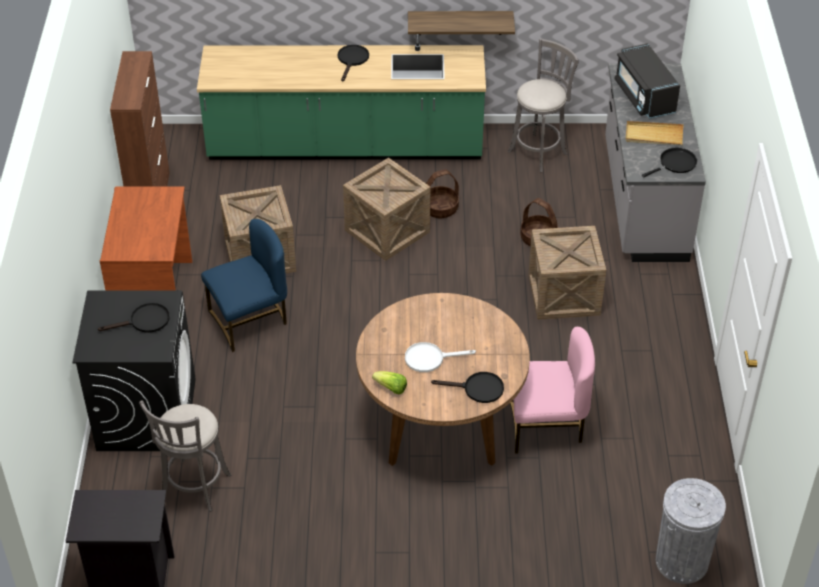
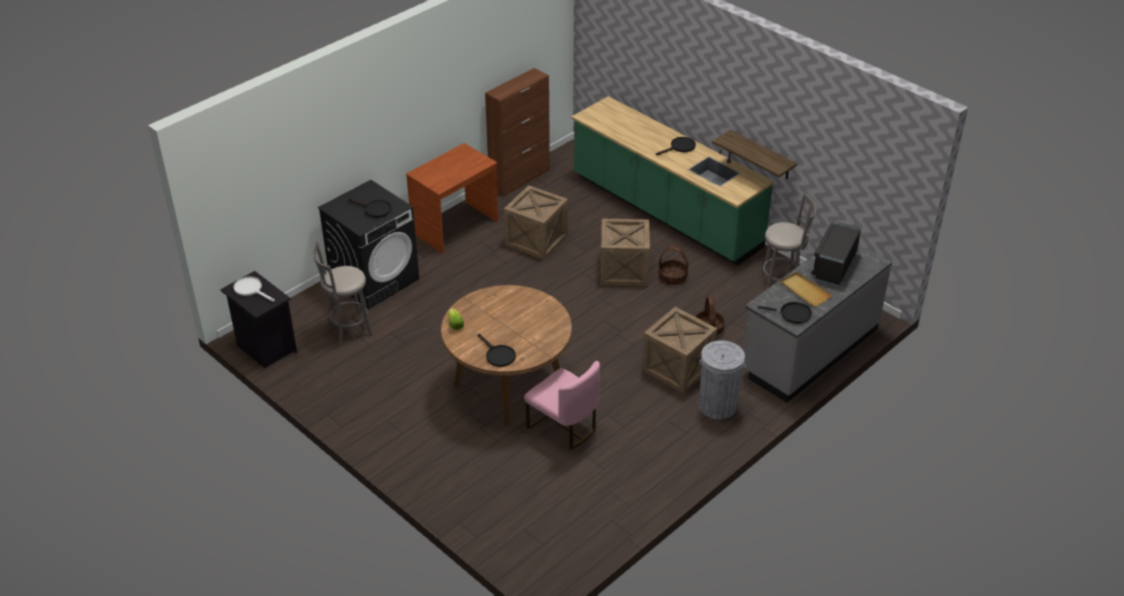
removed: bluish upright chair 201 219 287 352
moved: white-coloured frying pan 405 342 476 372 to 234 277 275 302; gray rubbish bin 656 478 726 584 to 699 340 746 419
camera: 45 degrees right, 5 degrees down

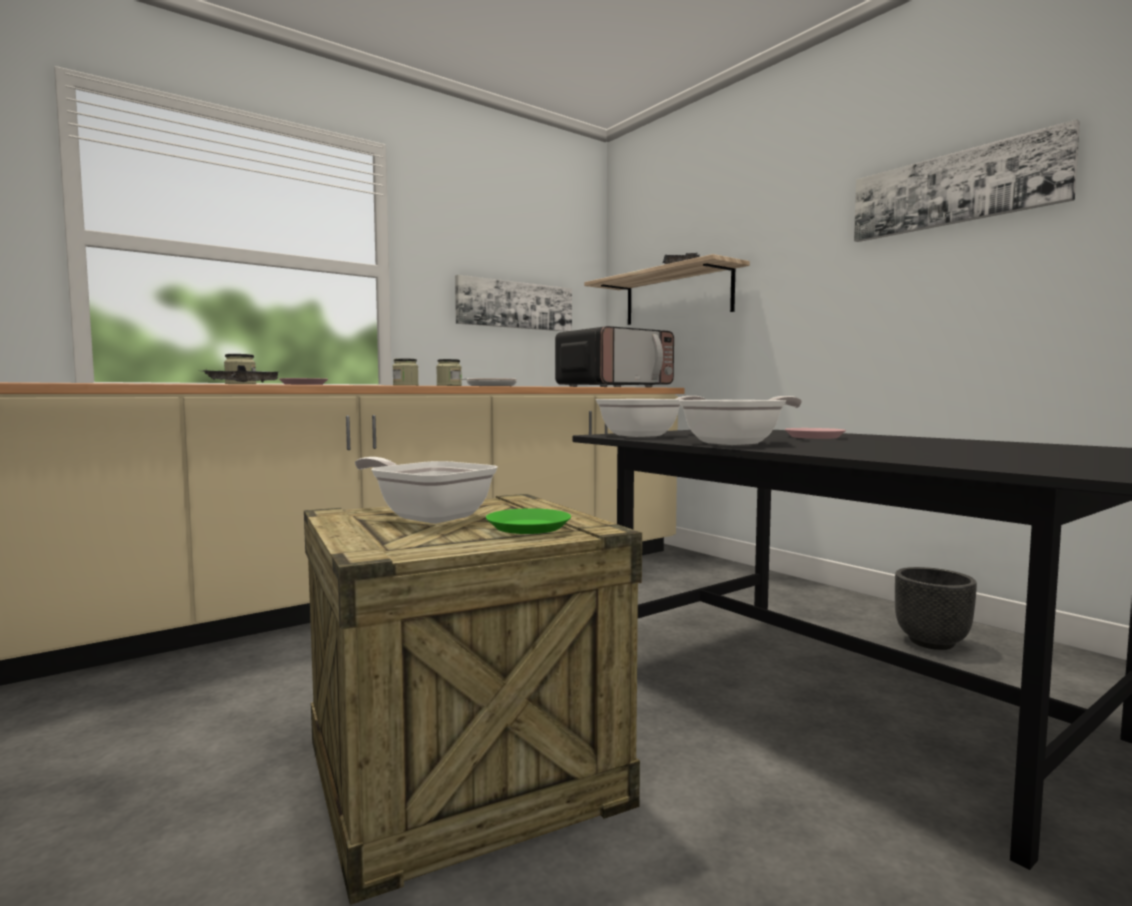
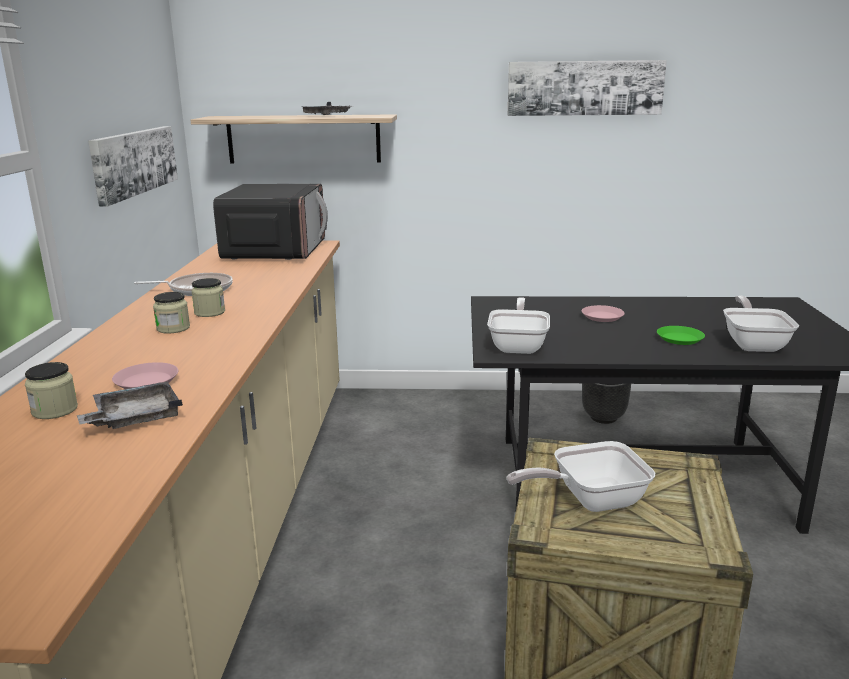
moved: frying pan 679 396 802 445 to 723 296 799 352; green plate 486 508 571 534 to 657 326 705 345
camera: 50 degrees left, 15 degrees up

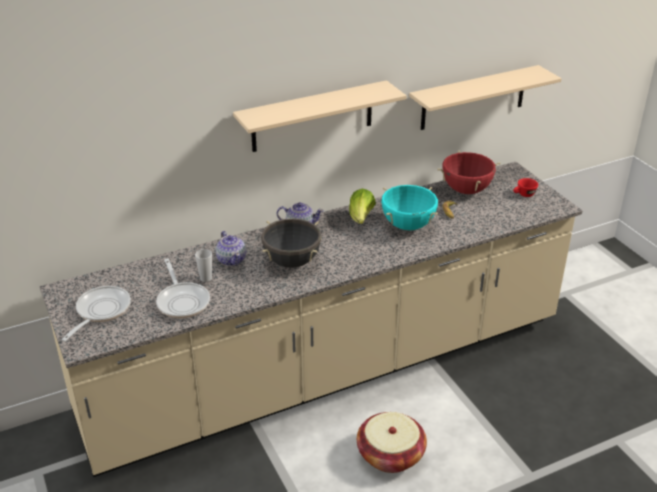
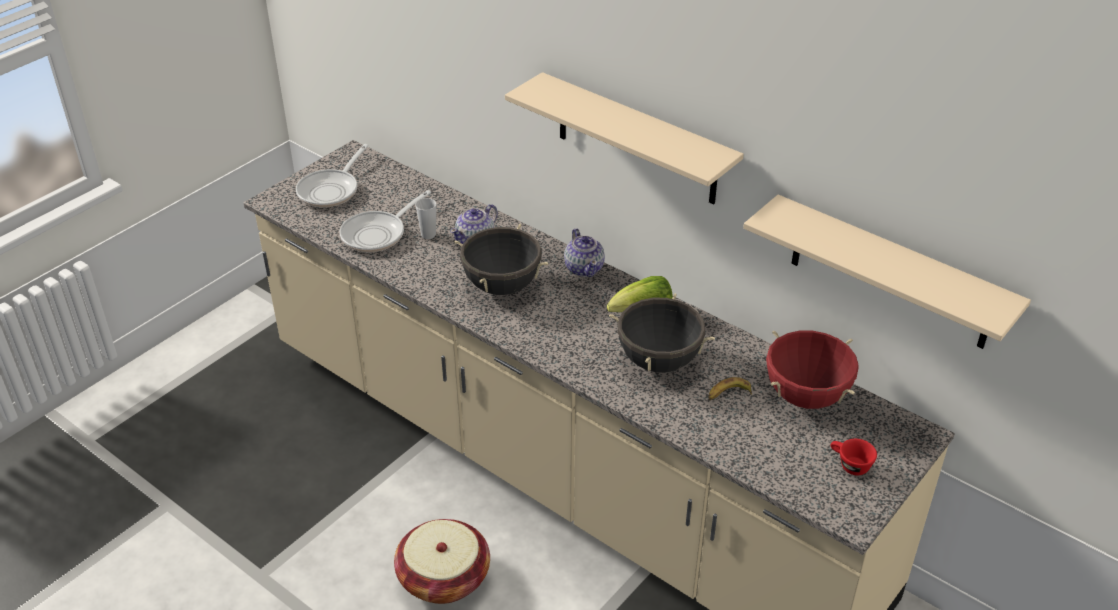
recoloured: turquoise saucepot 381 185 438 230 to black-coloured saucepot 609 293 715 373
turned: frying pan 61 286 131 341 = 296 144 369 208 120 degrees clockwise
camera: 65 degrees right, 5 degrees up

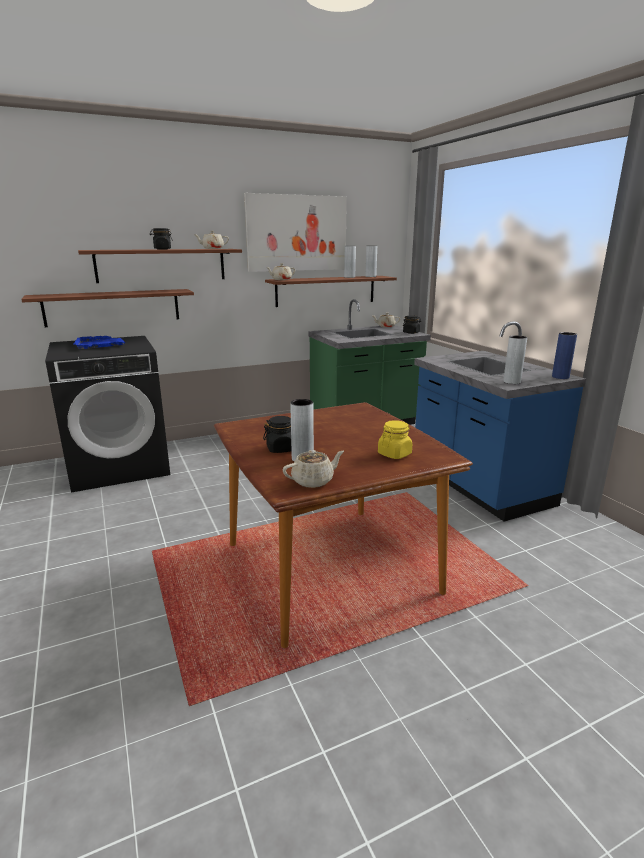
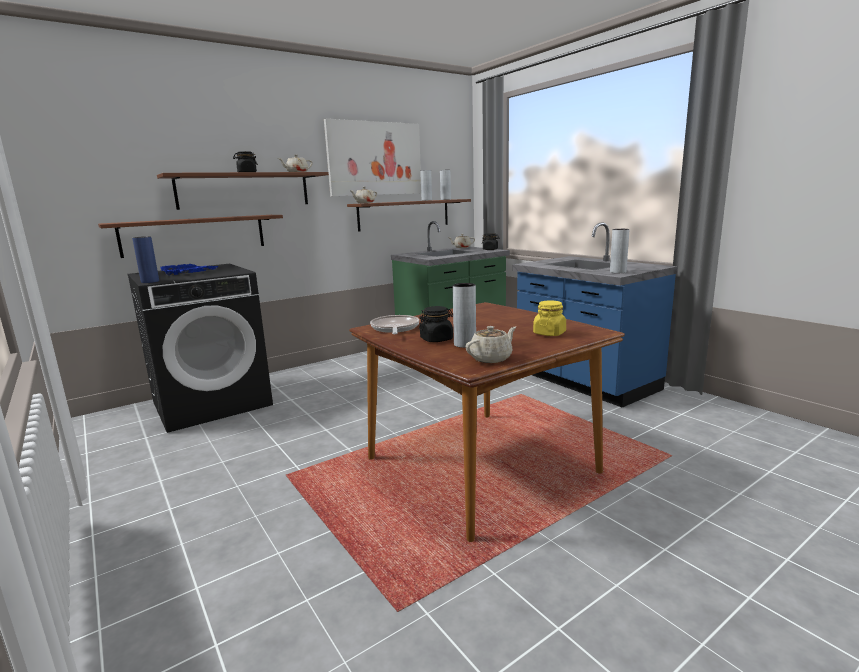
added: frying pan 370 315 419 334
moved: bluish flower vase 552 332 577 379 to 132 236 159 283
camera: 10 degrees left, 5 degrees down

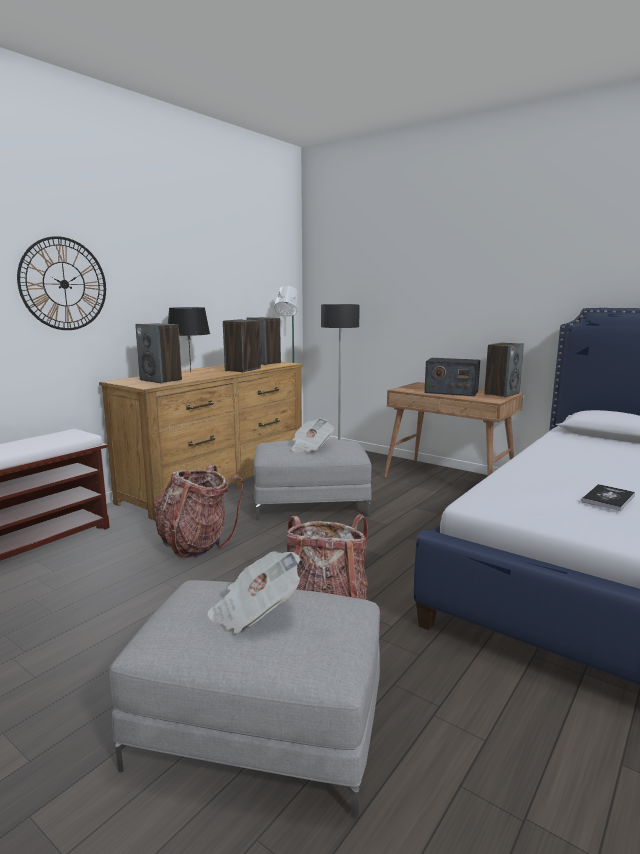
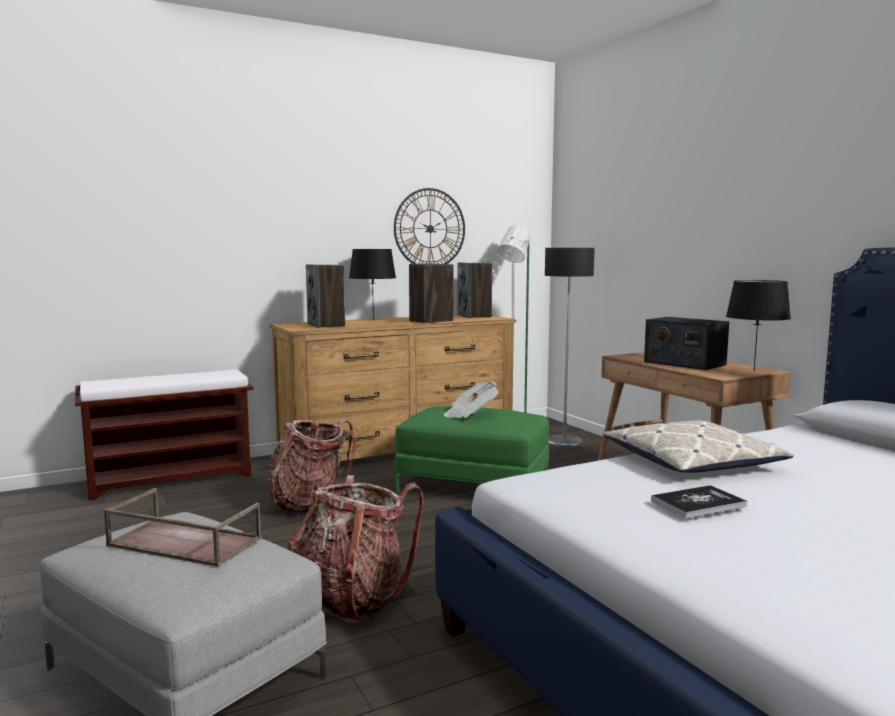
added: pillow 603 419 794 473
moved: hanging clock 17 236 106 330 to 394 188 465 264
replaced: speaker 484 343 524 398 to black-coloured table lamp 726 280 791 371; newspaper 207 551 301 634 to brown-coloured carrying tray 103 488 262 567
recoloured: gray footrest 254 439 372 520 to green footrest 394 406 549 493
camera: 25 degrees right, 5 degrees down

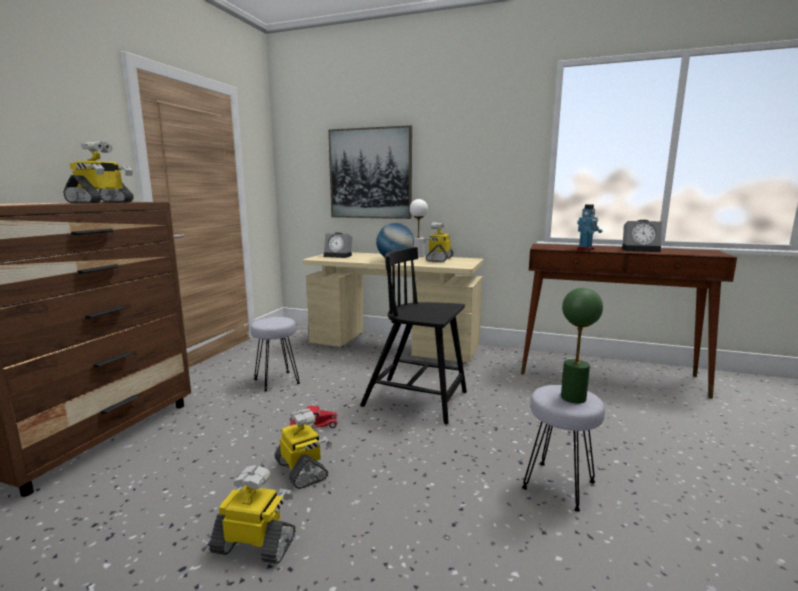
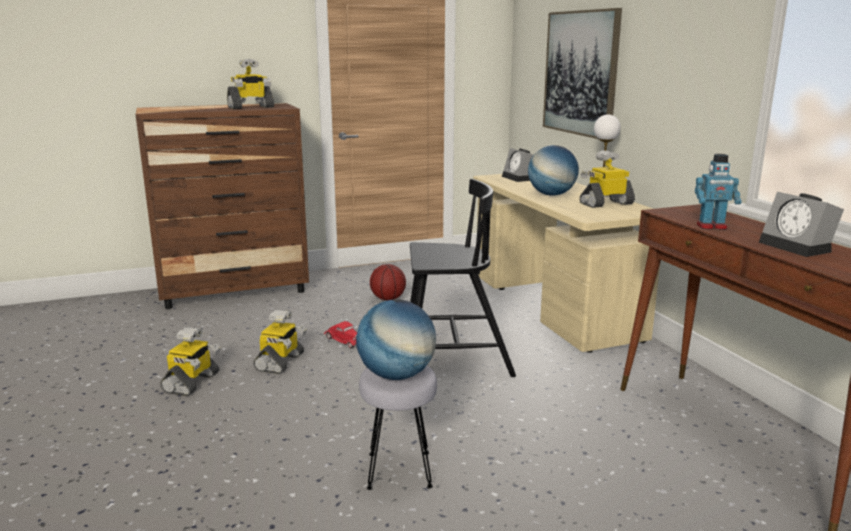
replaced: green table lamp 561 288 603 403 to world globe 356 299 436 380; gray sitting stool 250 317 300 392 to ball for basketball 370 264 406 300
turned: black-coloured upright chair 360 247 467 424 = 410 179 516 377 105 degrees clockwise; robot figure 209 465 295 564 = 160 327 220 396 45 degrees clockwise
camera: 50 degrees right, 5 degrees up

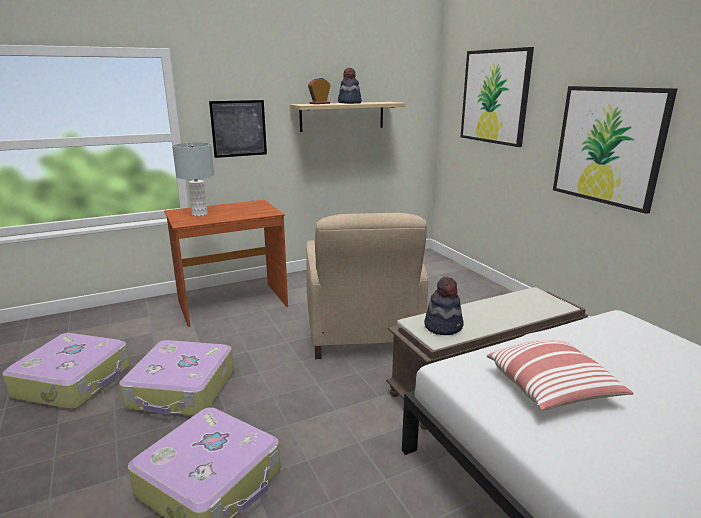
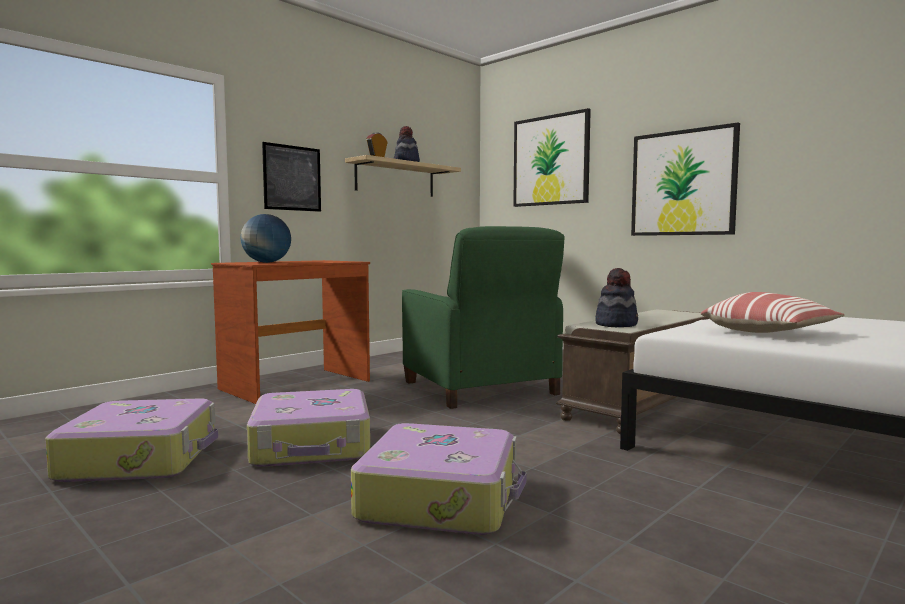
replaced: gray table lamp 172 142 214 216 to world globe 241 214 291 263
recoloured: beige easy chair 306 213 428 359 to green easy chair 402 226 565 409
camera: 20 degrees left, 15 degrees down

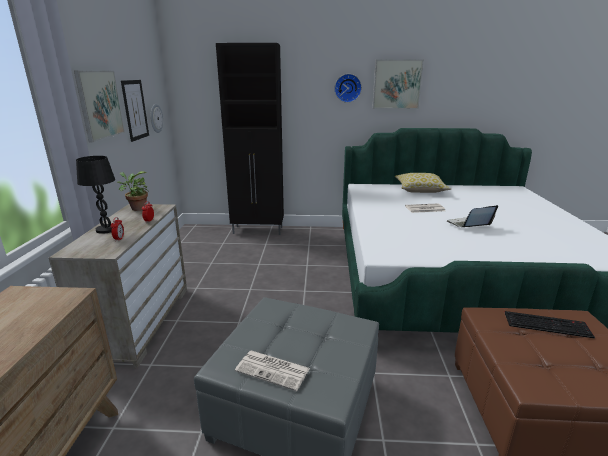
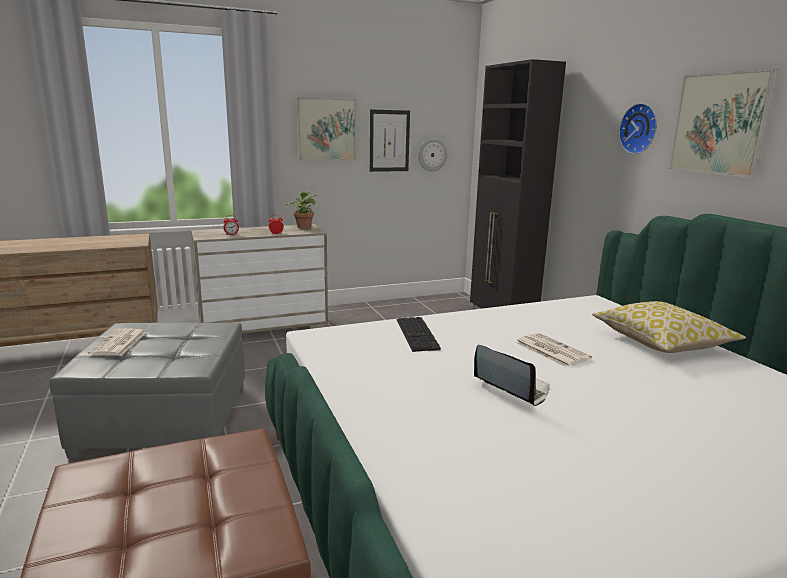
removed: black-coloured table lamp 76 156 115 234
moved: PC keyboard 505 311 595 338 to 397 317 441 352
camera: 65 degrees right, 5 degrees down

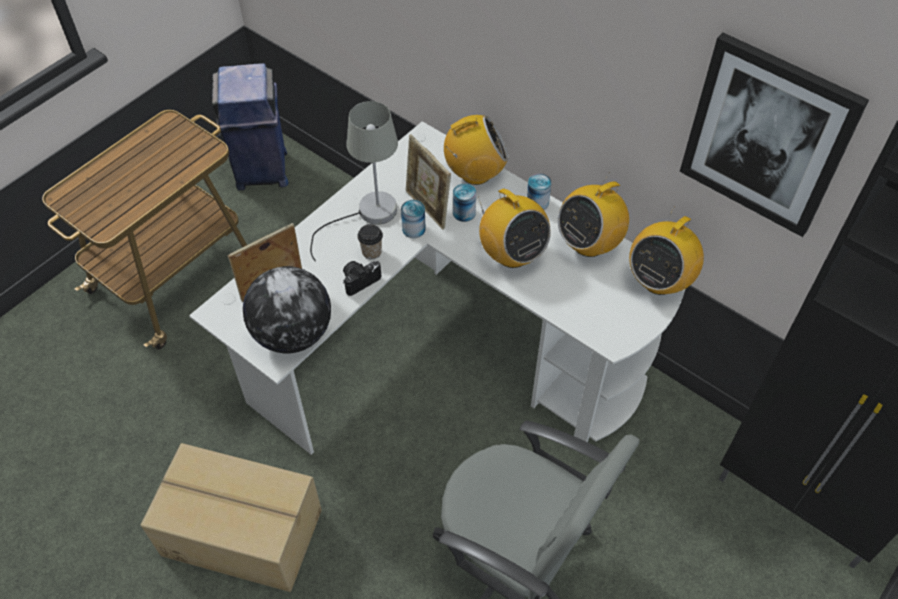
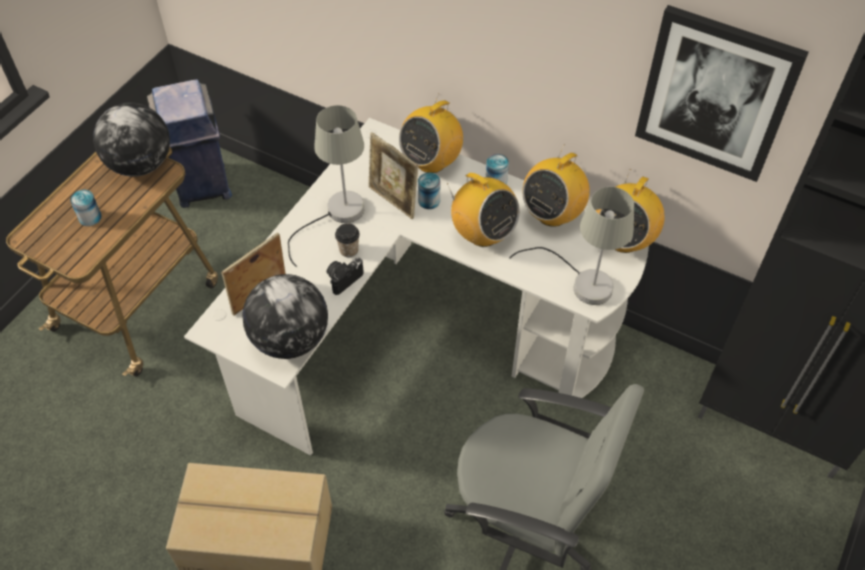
added: world globe 93 102 170 177; gray table lamp 509 187 634 305
moved: sealed can 401 200 426 238 to 70 190 102 226
turned: radio receiver 444 115 509 185 = 399 94 463 173 150 degrees clockwise
camera: 10 degrees left, 0 degrees up

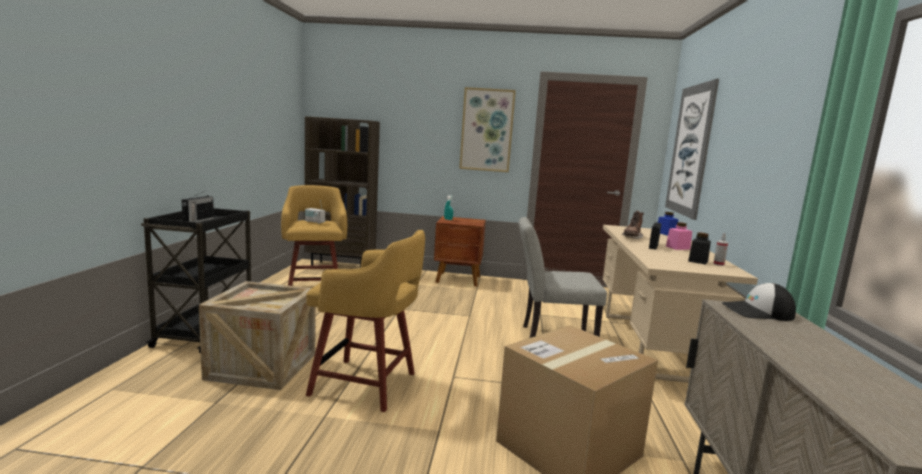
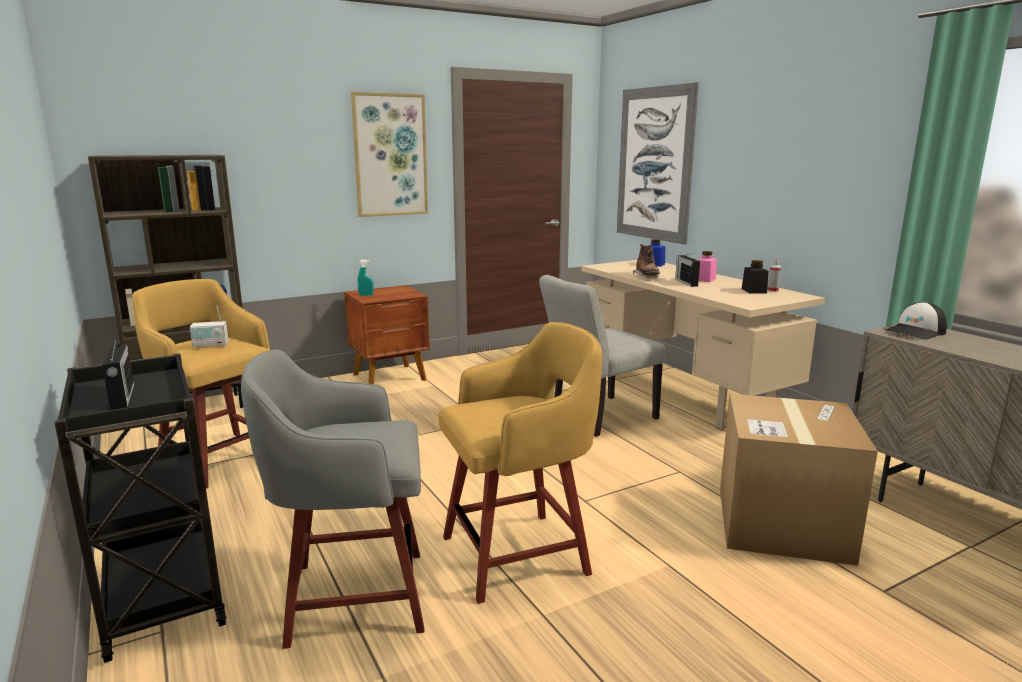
replaced: packing crate 199 281 316 390 to gray sitting stool 241 349 425 649
camera: 35 degrees left, 5 degrees up

